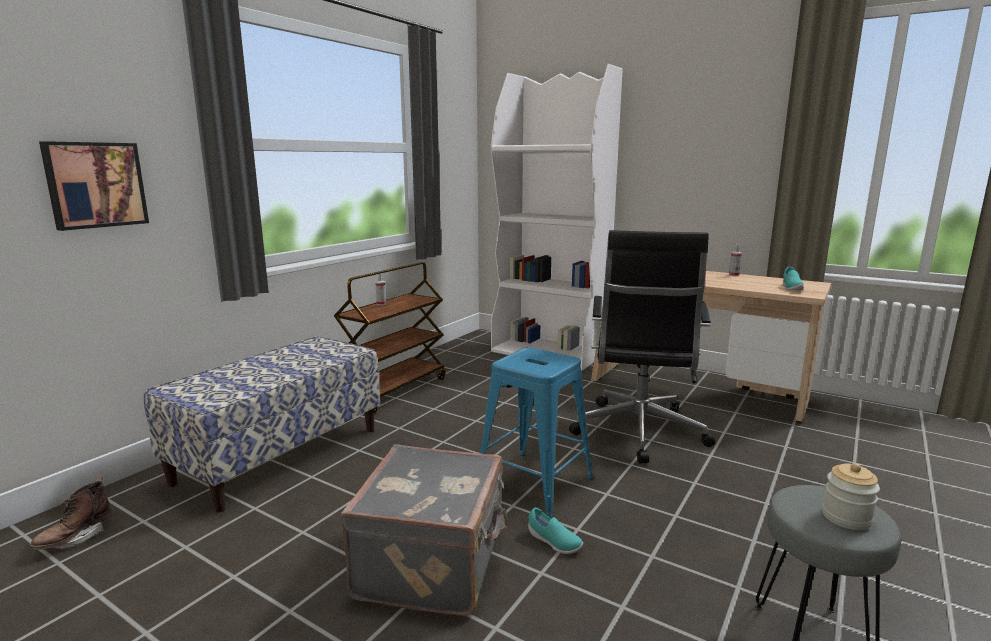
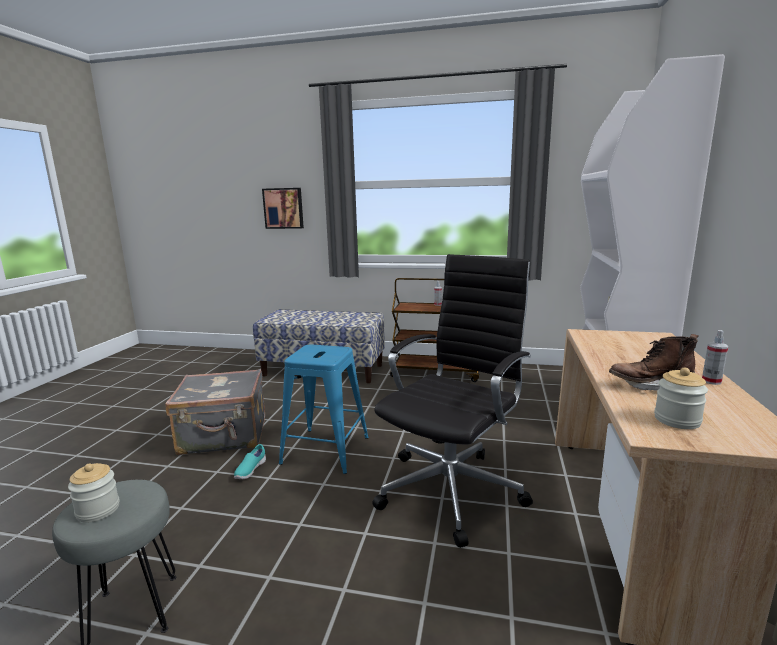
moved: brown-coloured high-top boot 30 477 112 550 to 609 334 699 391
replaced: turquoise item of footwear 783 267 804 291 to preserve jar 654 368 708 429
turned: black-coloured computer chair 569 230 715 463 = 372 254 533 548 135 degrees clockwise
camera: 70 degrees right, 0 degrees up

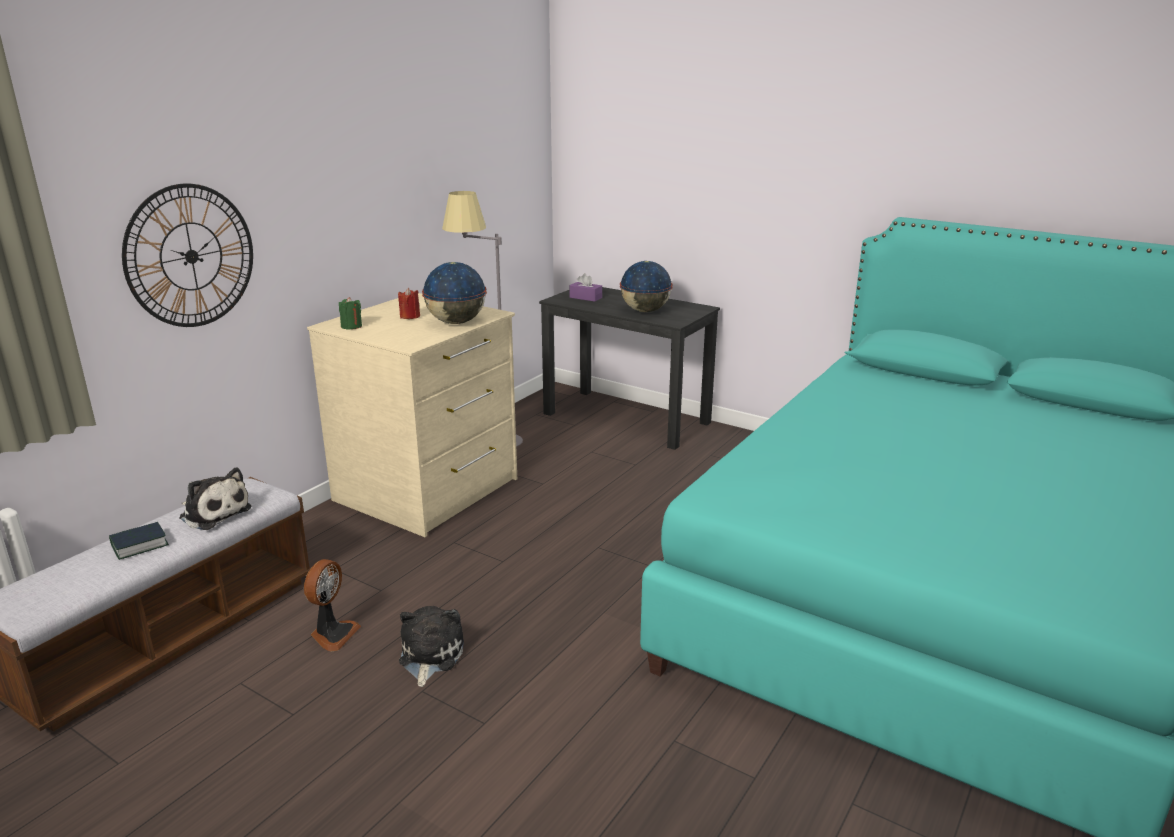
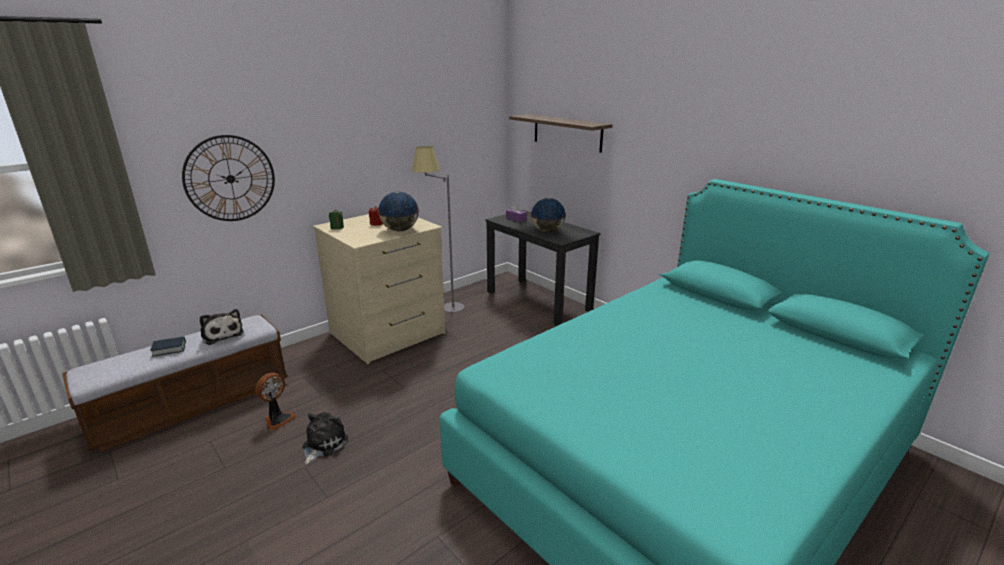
added: bracket shelf 509 114 613 153
camera: 15 degrees right, 0 degrees up

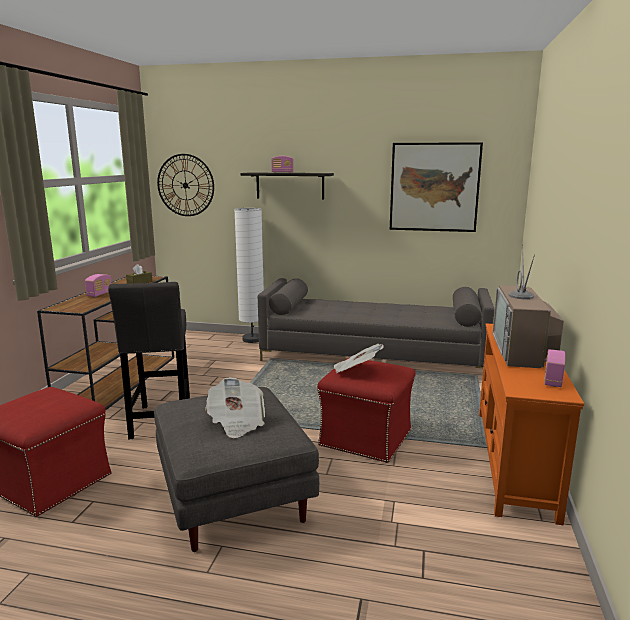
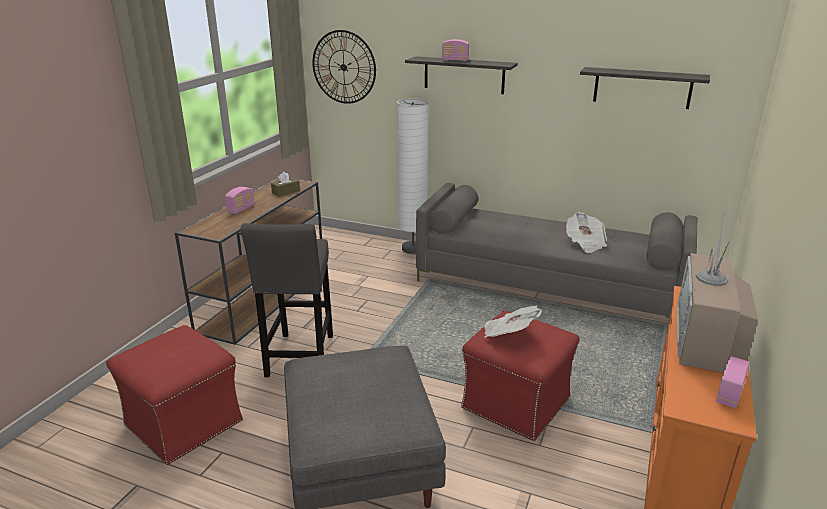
moved: newspaper 205 377 265 438 to 566 212 607 253
replaced: picture 390 142 483 232 to bracket shelf 580 67 710 109
camera: 10 degrees right, 10 degrees up

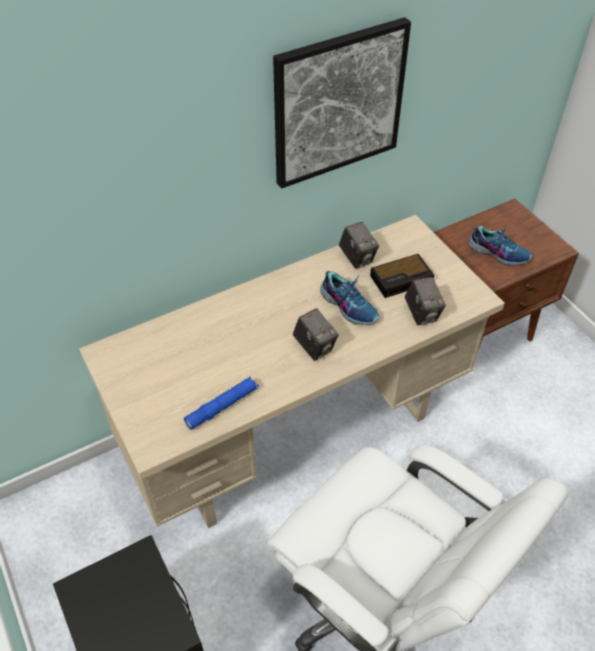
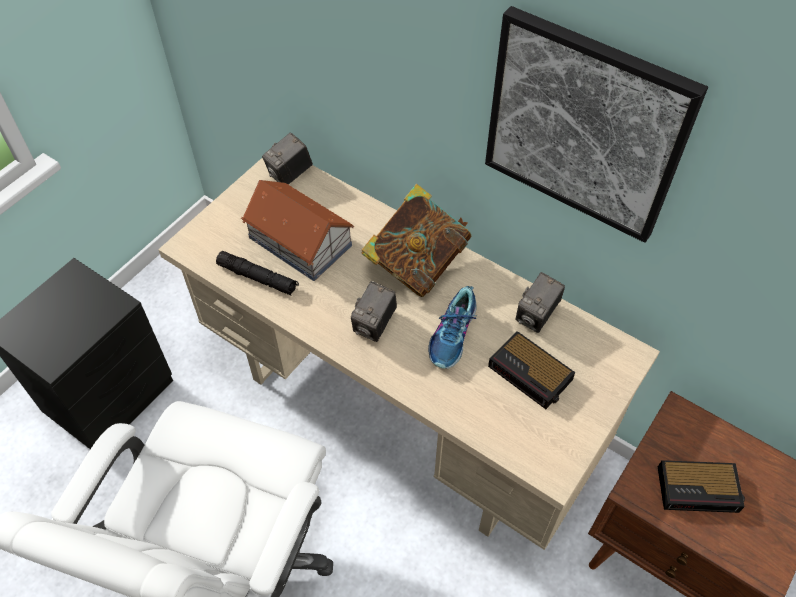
added: toy house 241 180 354 281; book 361 184 471 297
moved: photo camera 404 277 446 325 to 262 132 313 185
replaced: item of footwear 468 224 532 266 to table clock 658 460 745 513
recoloured: bluish torch 184 376 259 430 to black-coloured torch 216 251 299 296
camera: 65 degrees right, 5 degrees up

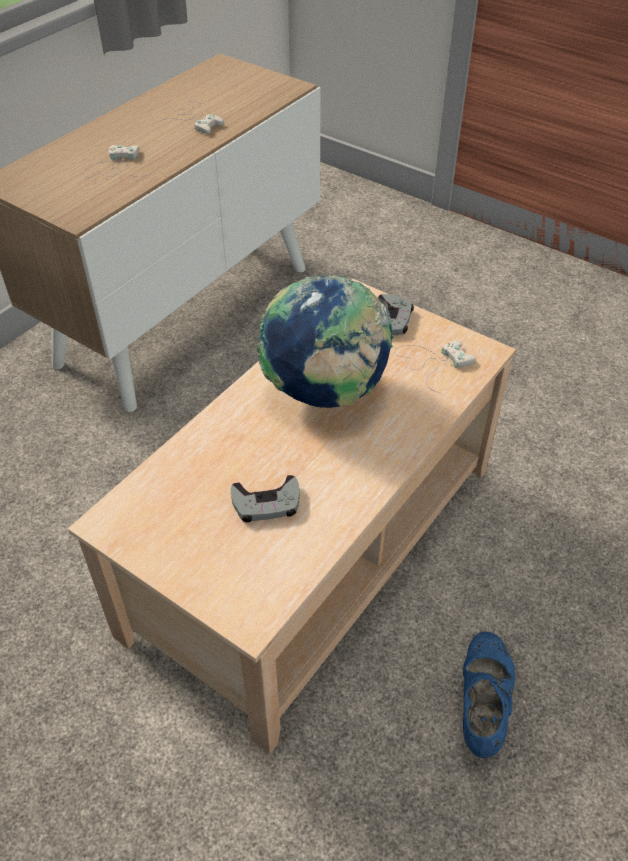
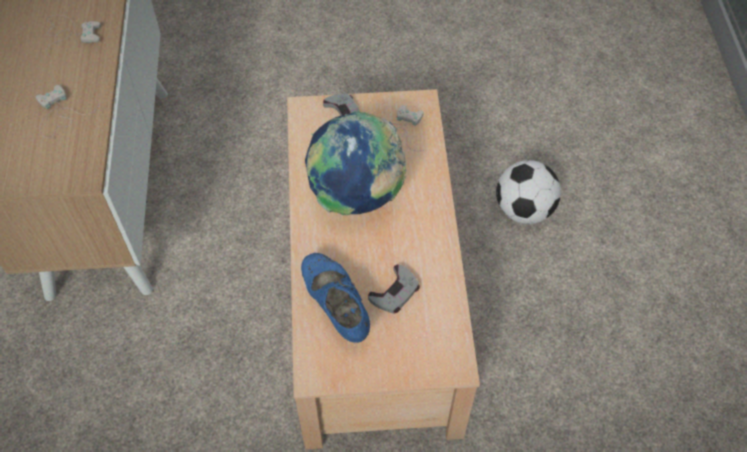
added: ball for football 496 160 561 224
moved: bluish item of footwear 463 632 515 758 to 301 253 370 343
camera: 40 degrees left, 10 degrees up

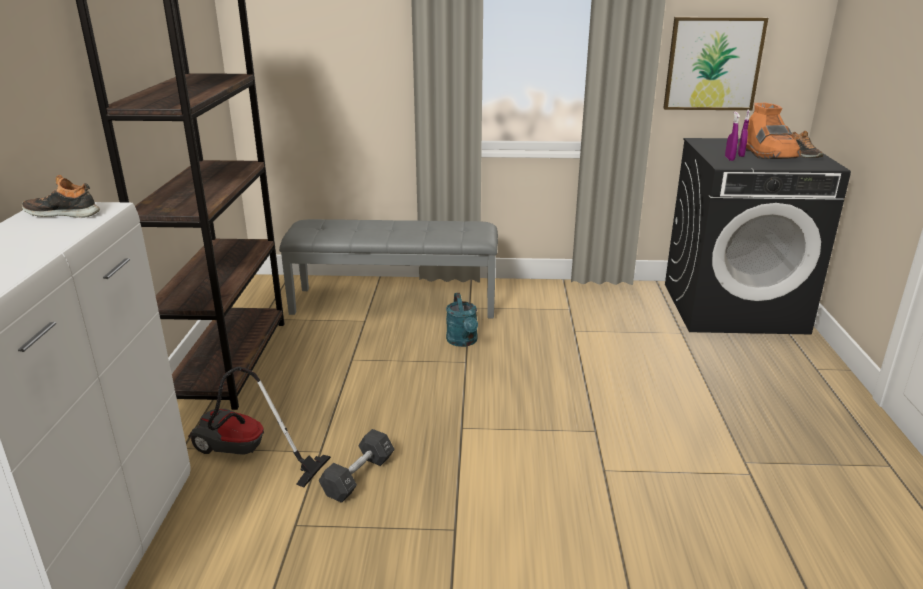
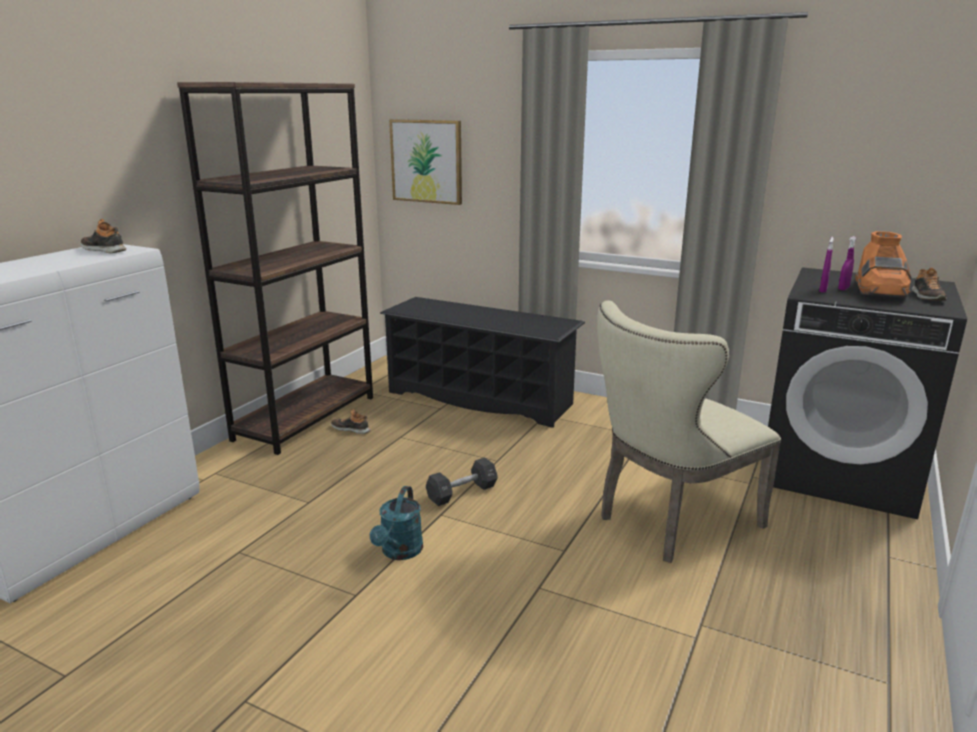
removed: vacuum 188 367 331 487
added: beige upright chair 597 300 782 563; item of footwear 331 409 371 434
moved: picture 663 17 768 110 to 389 119 462 205; turquoise sprinkling can 446 293 478 347 to 370 486 423 560; black-coloured free weight 319 429 395 503 to 426 457 498 506
replaced: gray indoor bench 279 219 498 318 to black-coloured shoe shelf 380 297 585 428
camera: 25 degrees right, 5 degrees down

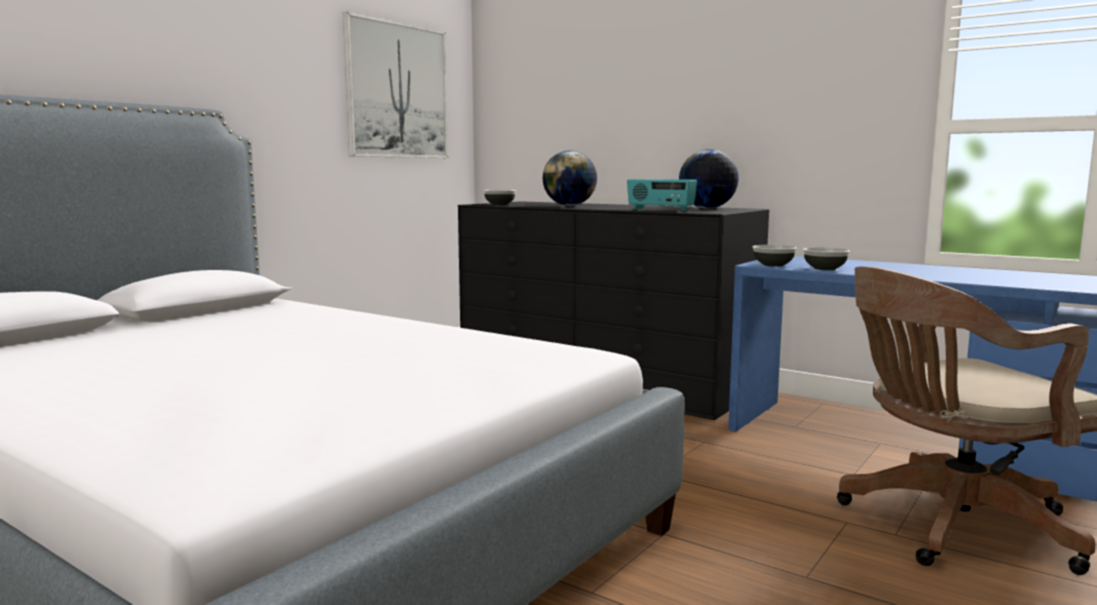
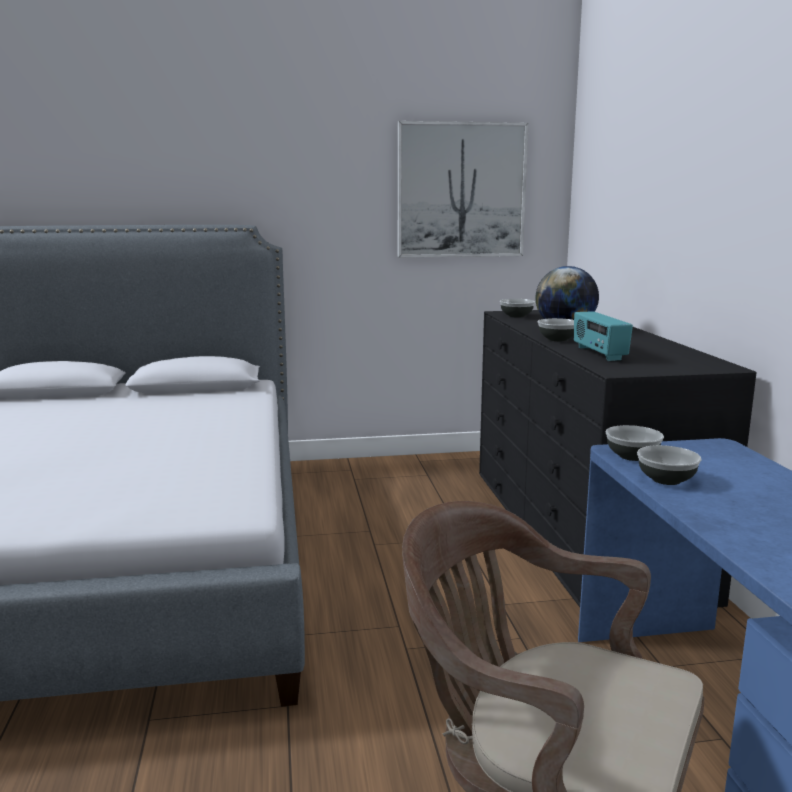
removed: world globe 679 149 739 209
added: bowl 538 318 574 341
camera: 45 degrees right, 5 degrees up

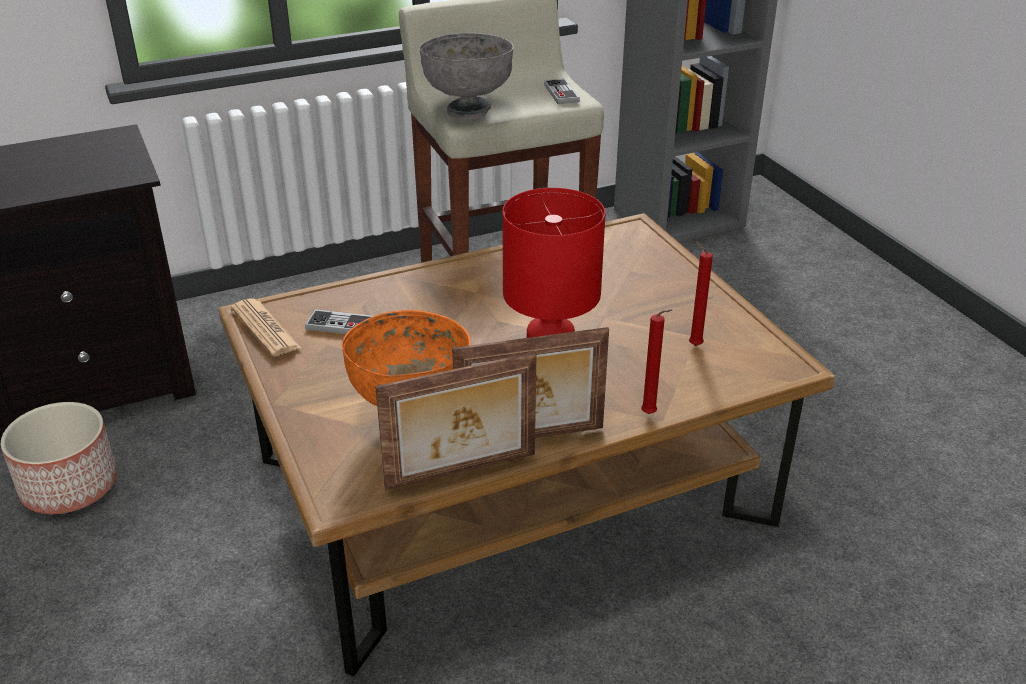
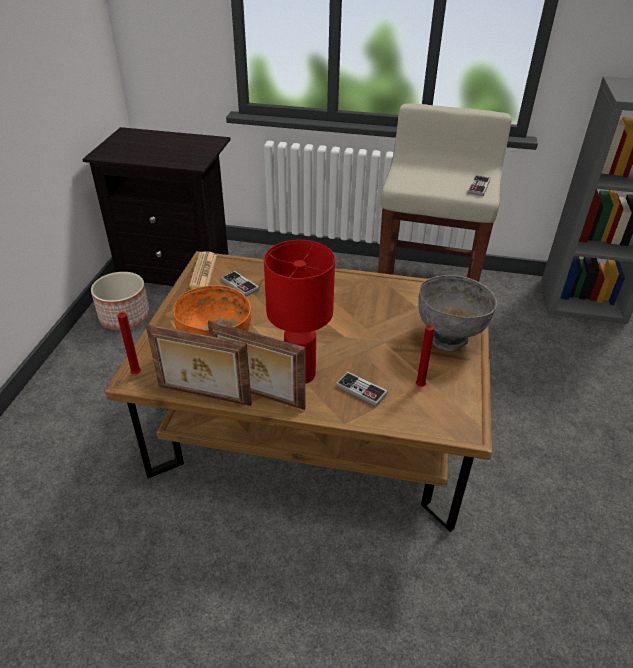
added: joypad 335 371 388 407
moved: gray bowl 419 32 514 119 to 418 275 497 351; red wax light 641 309 672 414 to 117 311 141 374
camera: 35 degrees right, 5 degrees up

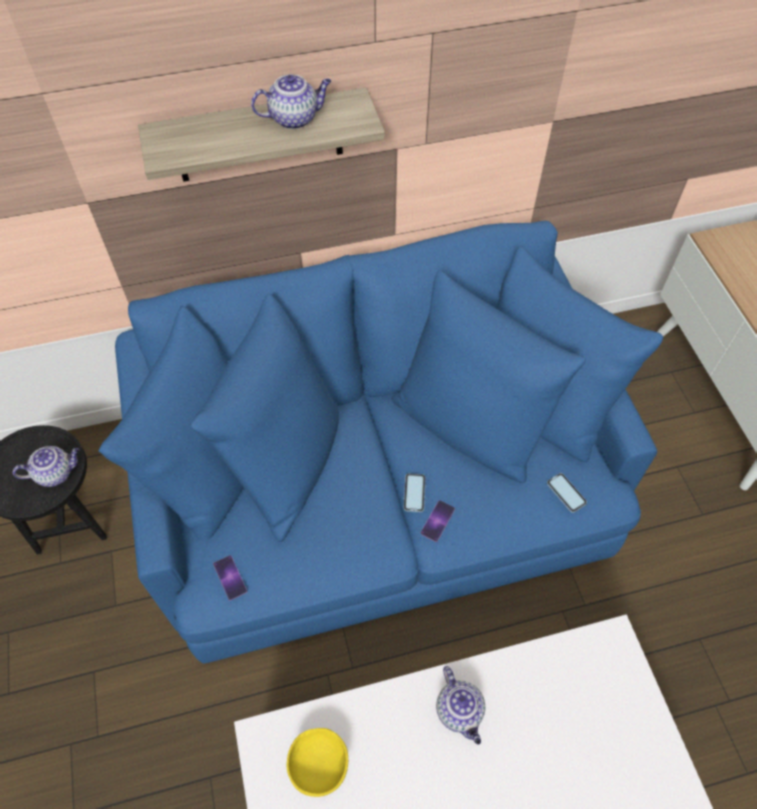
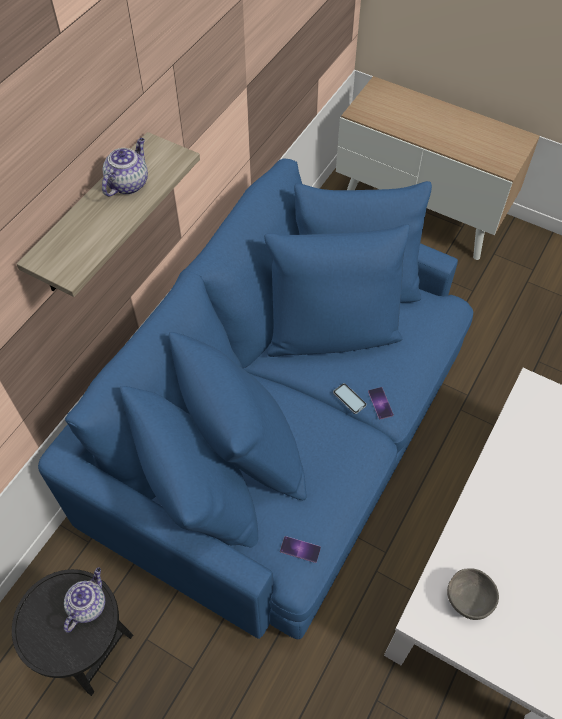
removed: phone 547 473 587 513; tea pot 436 666 485 745
recoloured: yellowish bowl 287 728 348 797 to gray bowl 447 568 499 620
camera: 45 degrees left, 0 degrees up

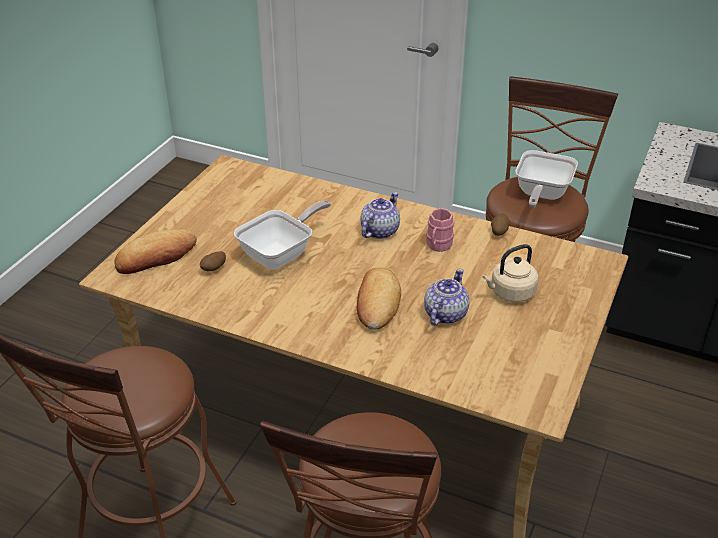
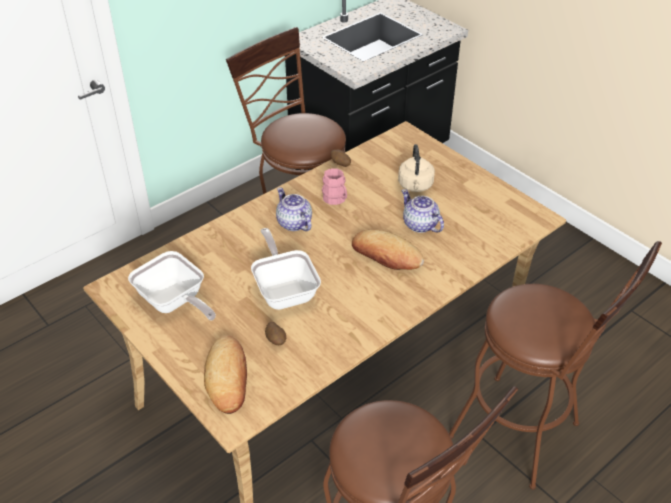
moved: frying pan 515 150 578 207 to 128 251 216 321
camera: 65 degrees left, 5 degrees up

